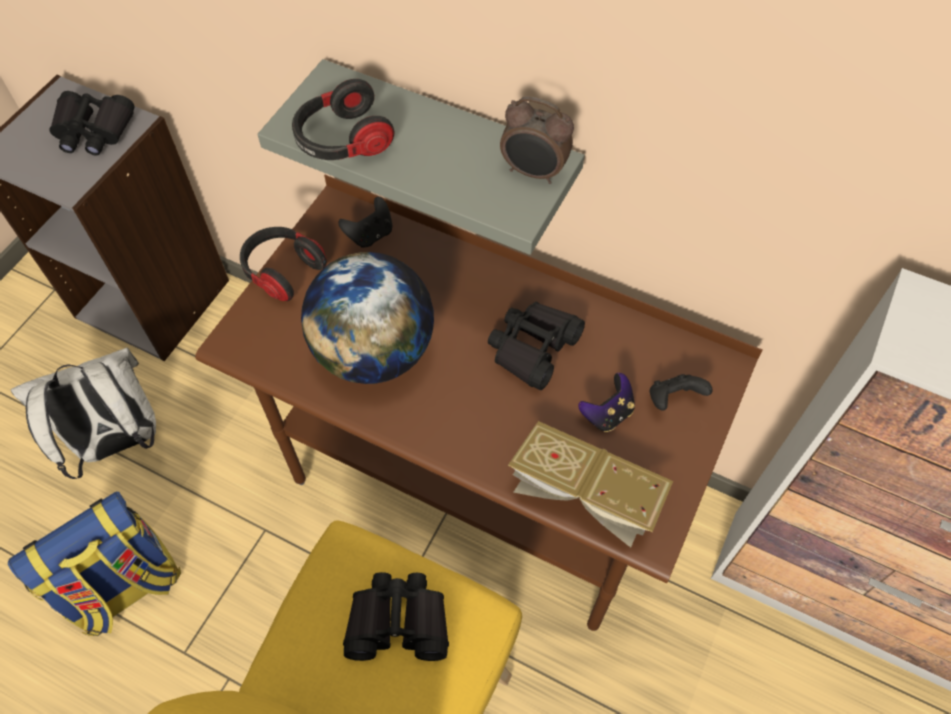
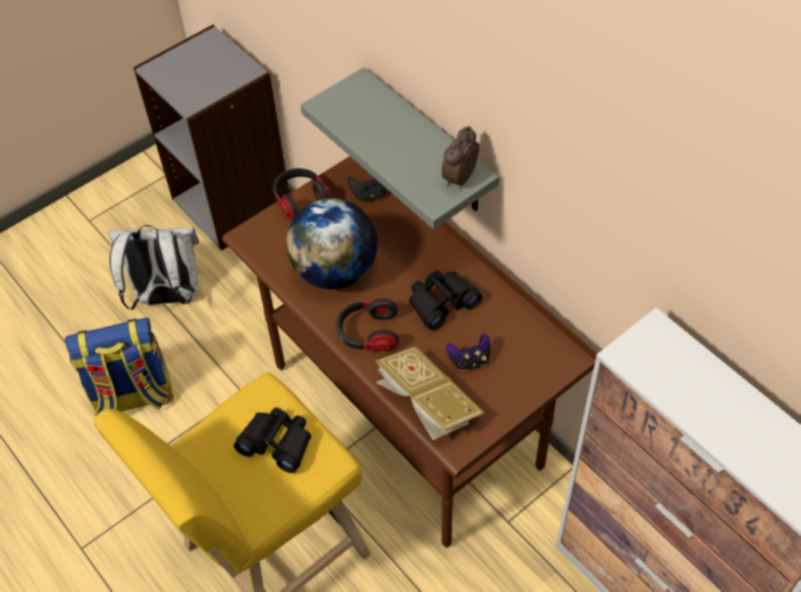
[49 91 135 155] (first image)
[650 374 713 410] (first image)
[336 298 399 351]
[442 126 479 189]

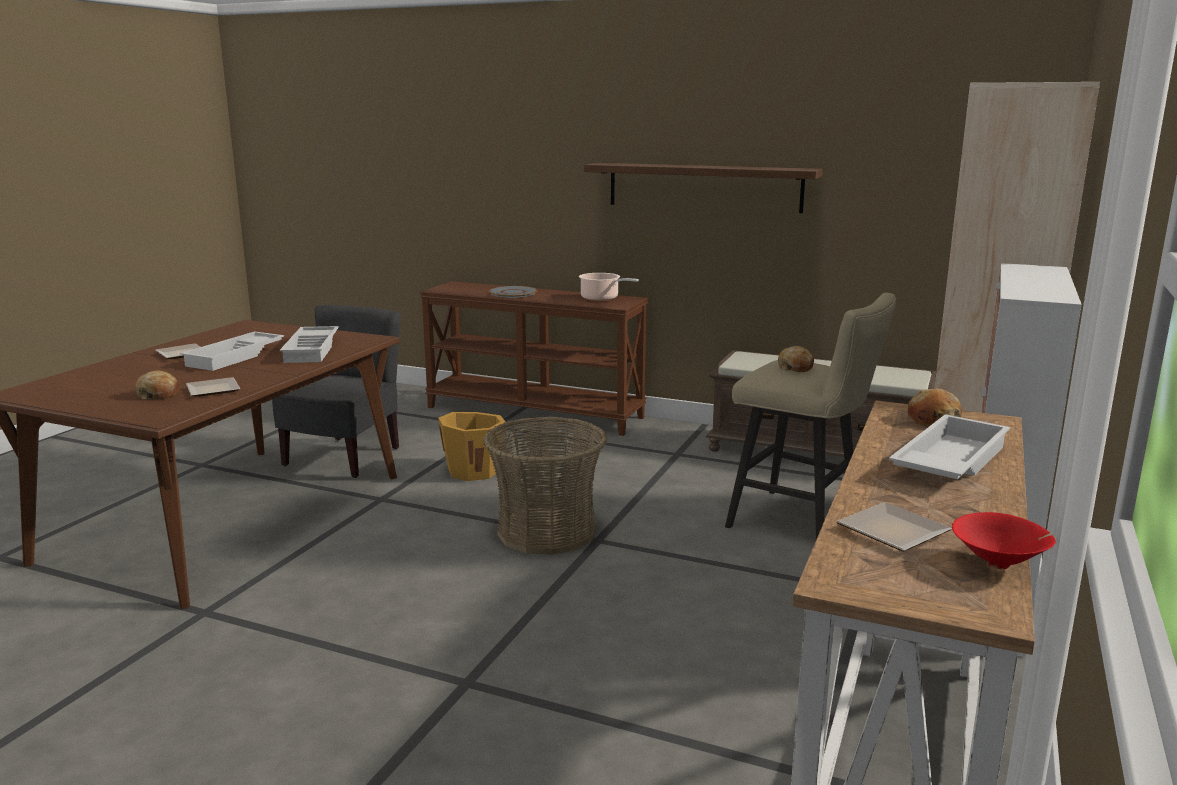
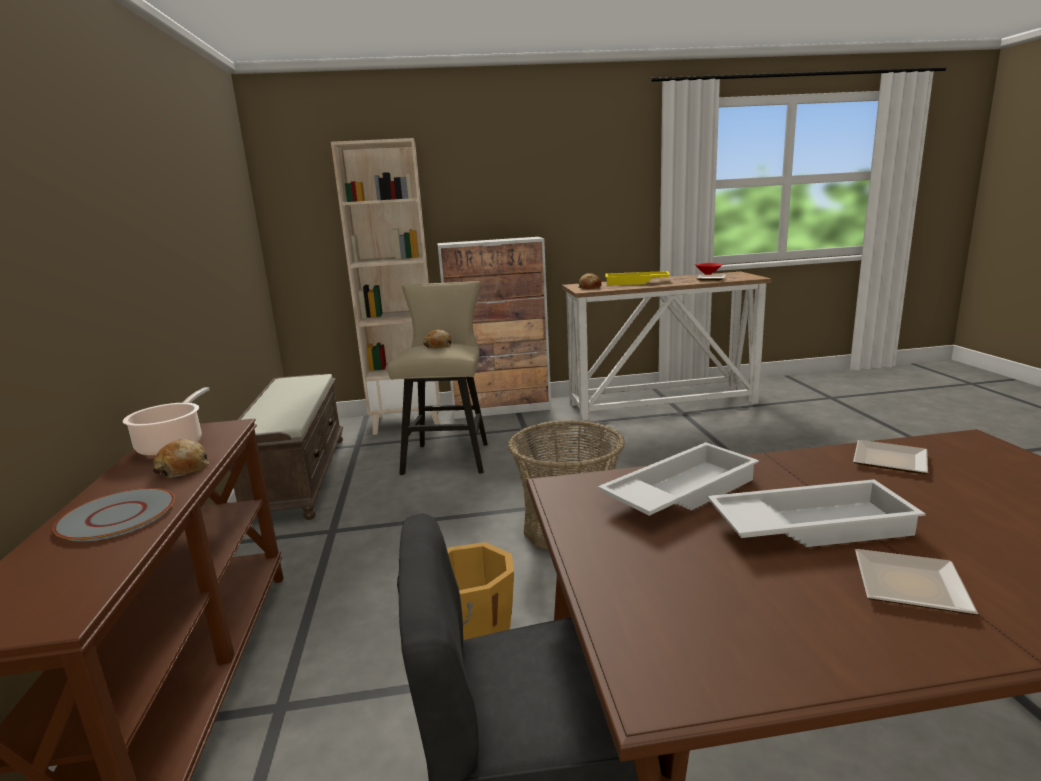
[584 163 823 213] (first image)
[153 439 209 477]
[606 271 671 286]

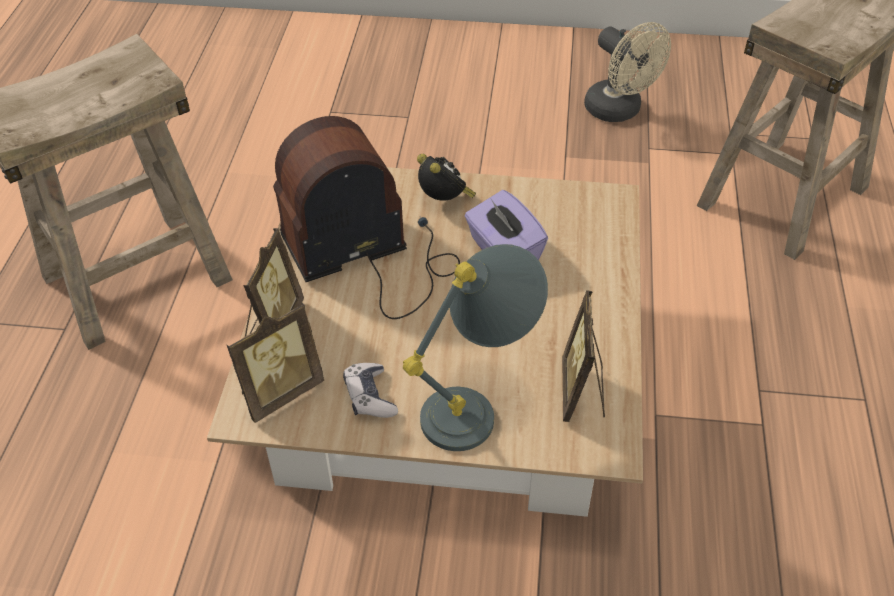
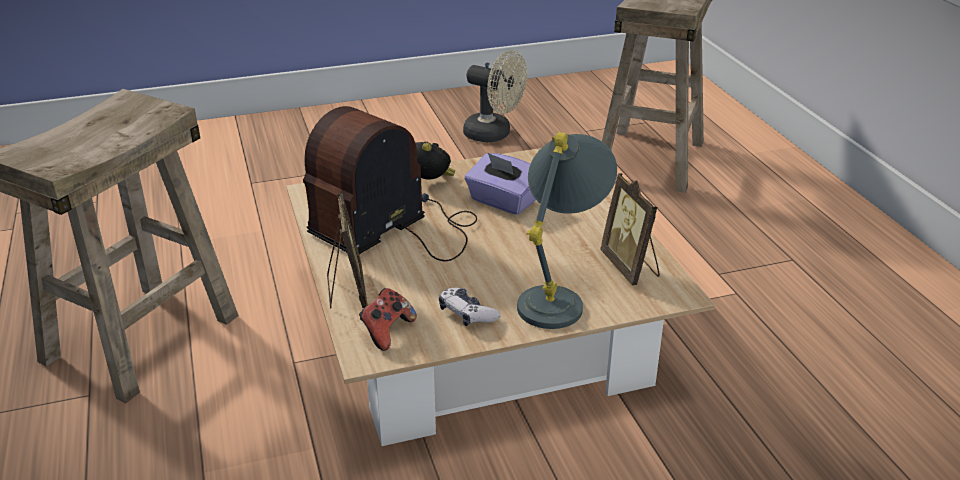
[359 288 417 351]

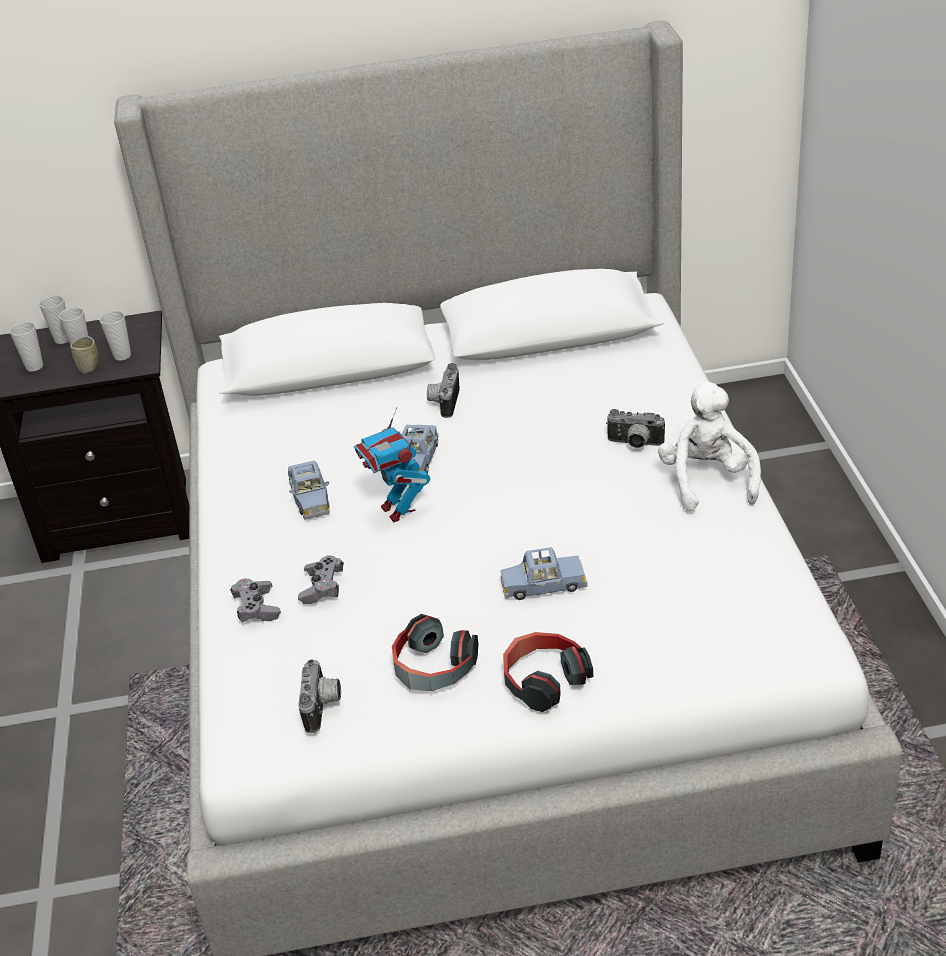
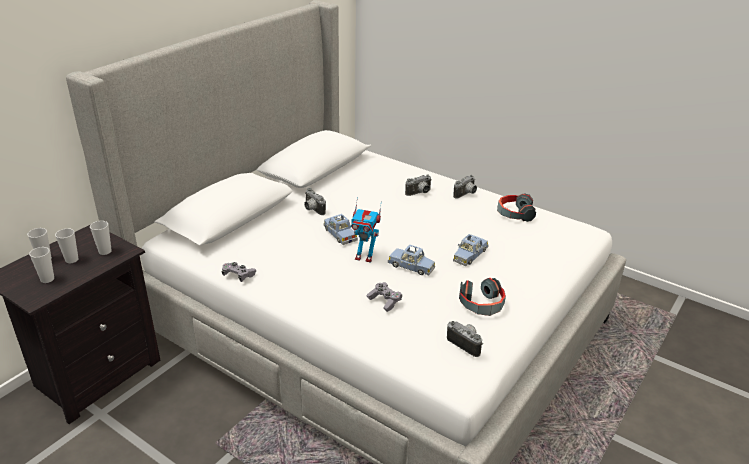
[70 336 100 374] (first image)
[221 262 256 282]
[388 245 435 275]
[497 193 536 222]
[453 175 477 198]

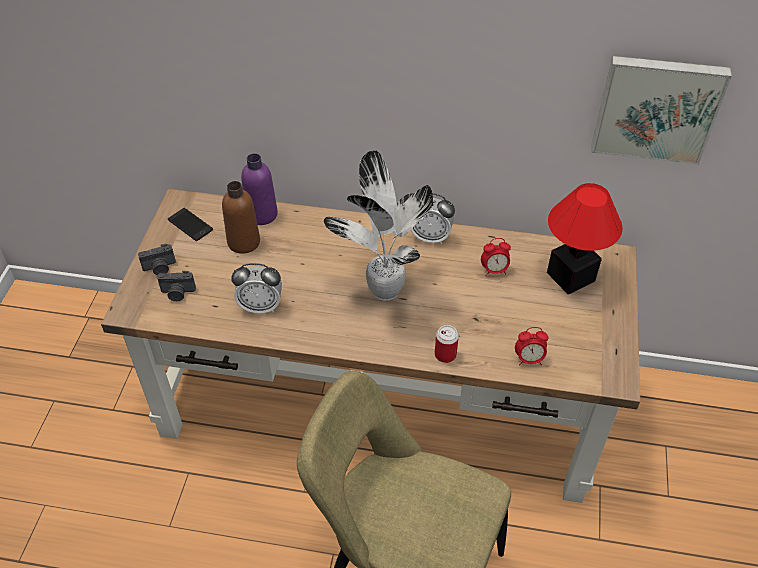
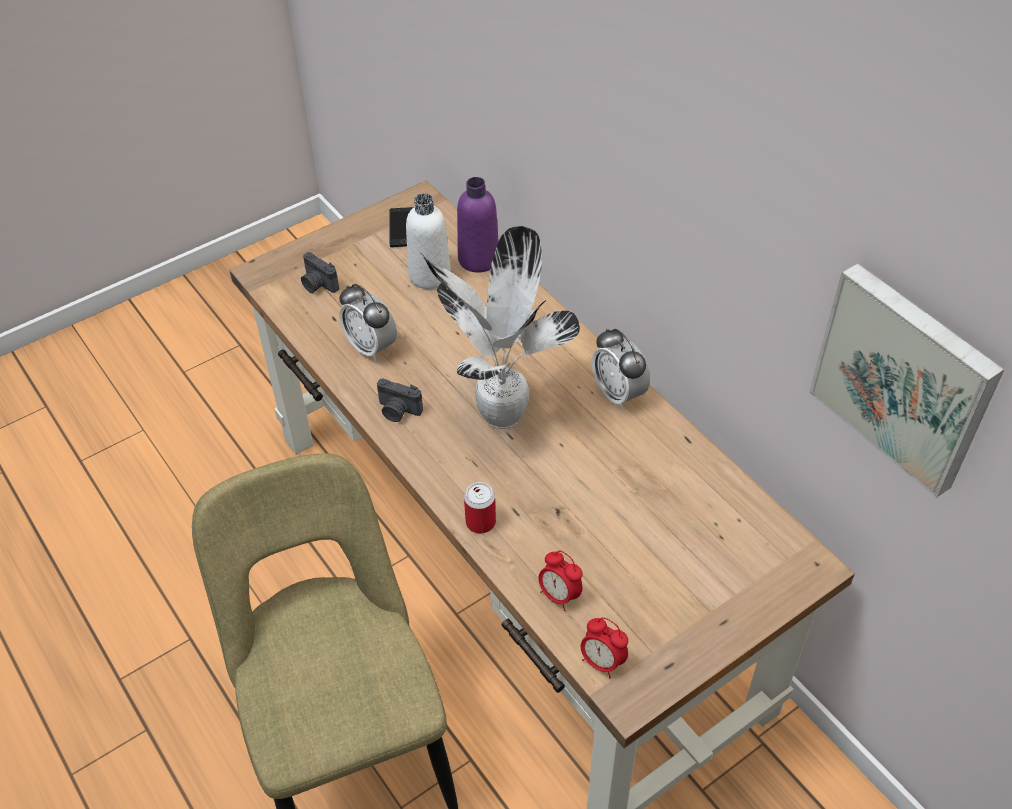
[547 183 623 294] (first image)
[377 378 423 422]
[581 617 628 678]
[406 193 451 289]

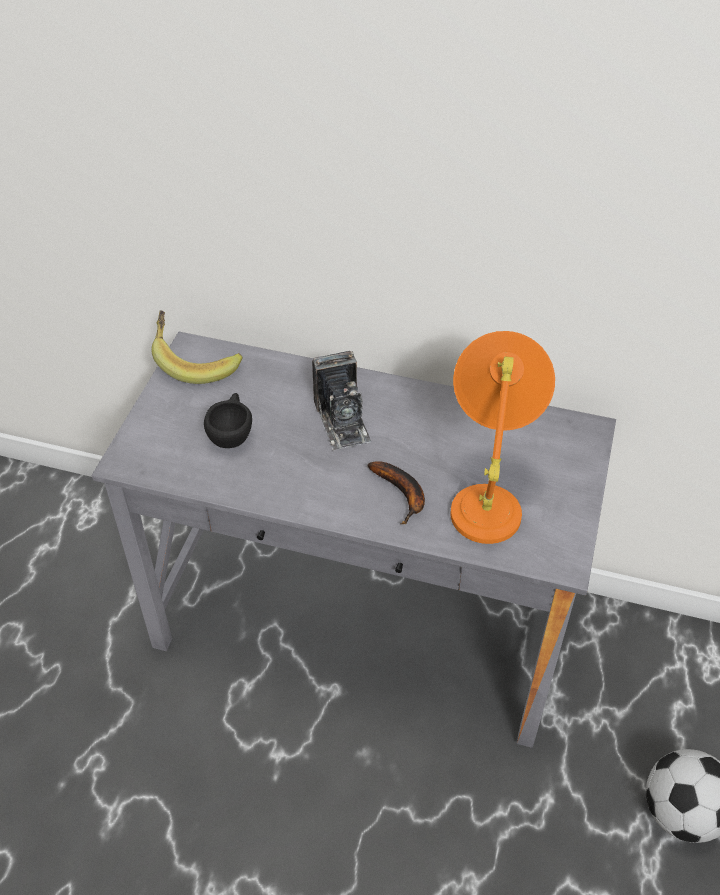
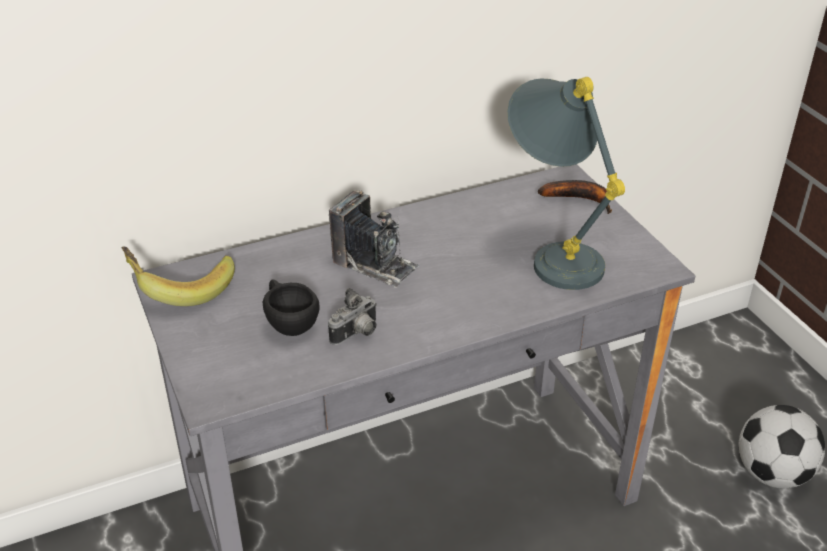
[328 288 377 345]
[538 180 612 214]
[507 77 625 290]

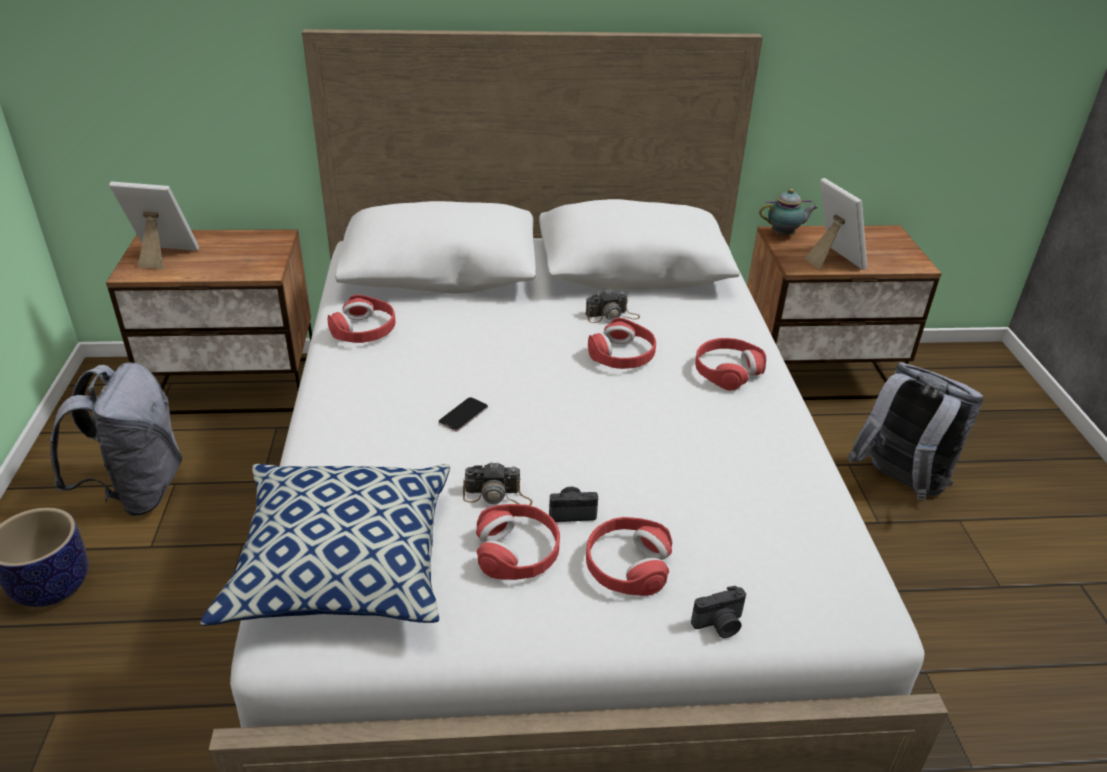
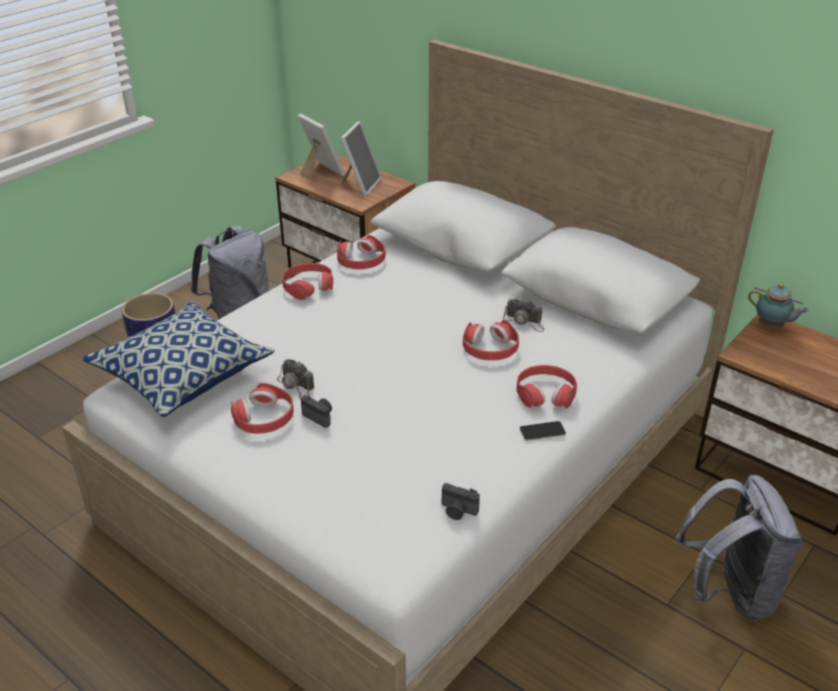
[520 421 566 441]
[282 263 333 300]
[442 483 480 520]
[339 121 382 196]

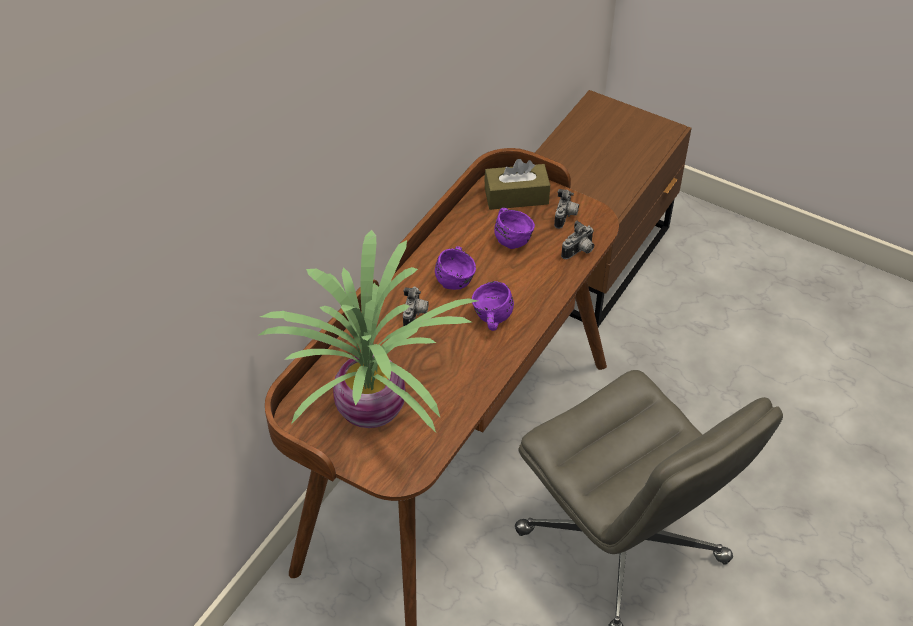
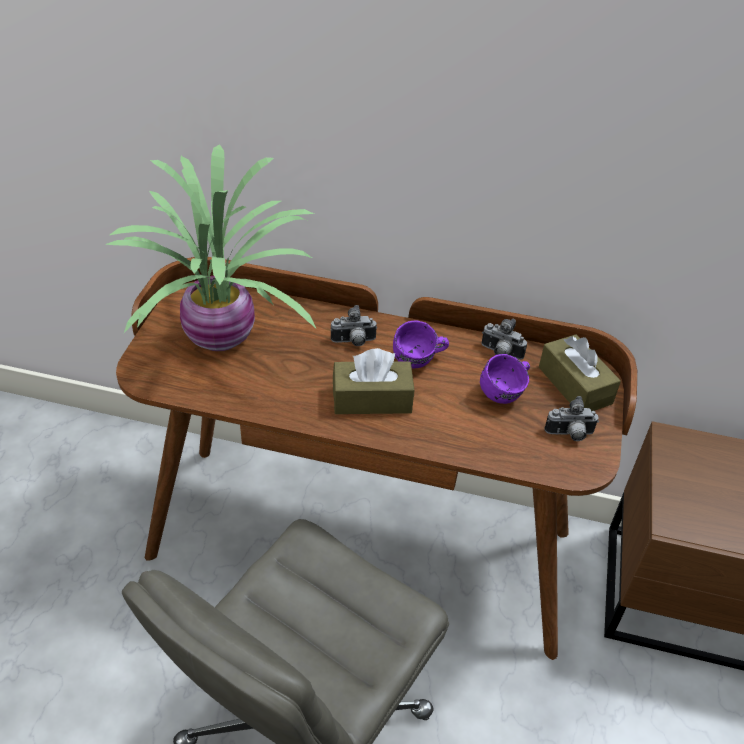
[482 319 527 360]
[333 348 414 414]

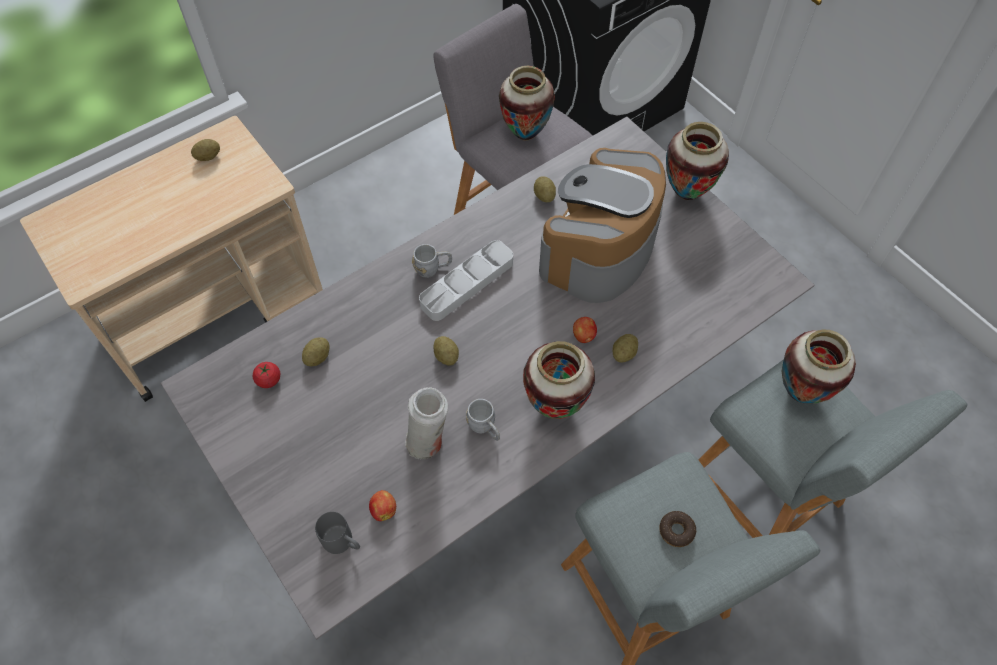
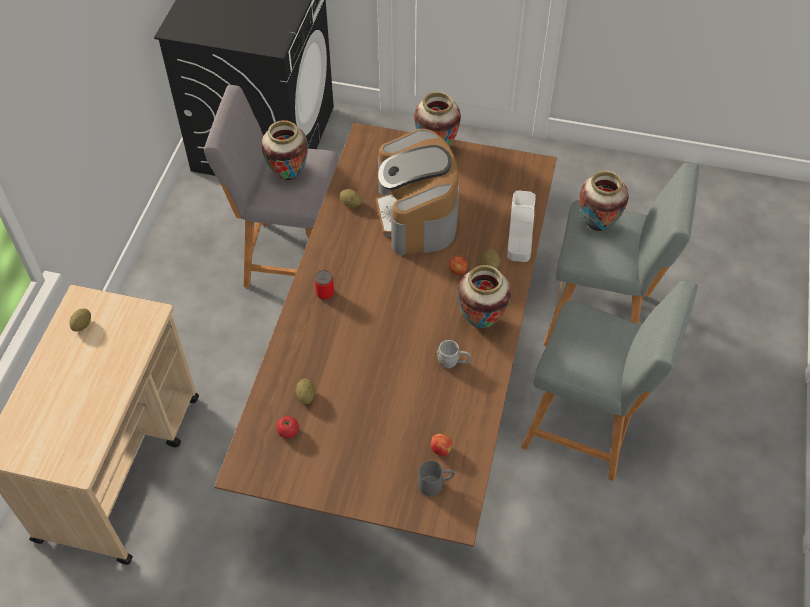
[405 387 448 459] (first image)
[434 336 459 365] (first image)
[659 511 696 547] (first image)
[507 190 536 262]
[314 270 334 300]
[214 123 557 547]

